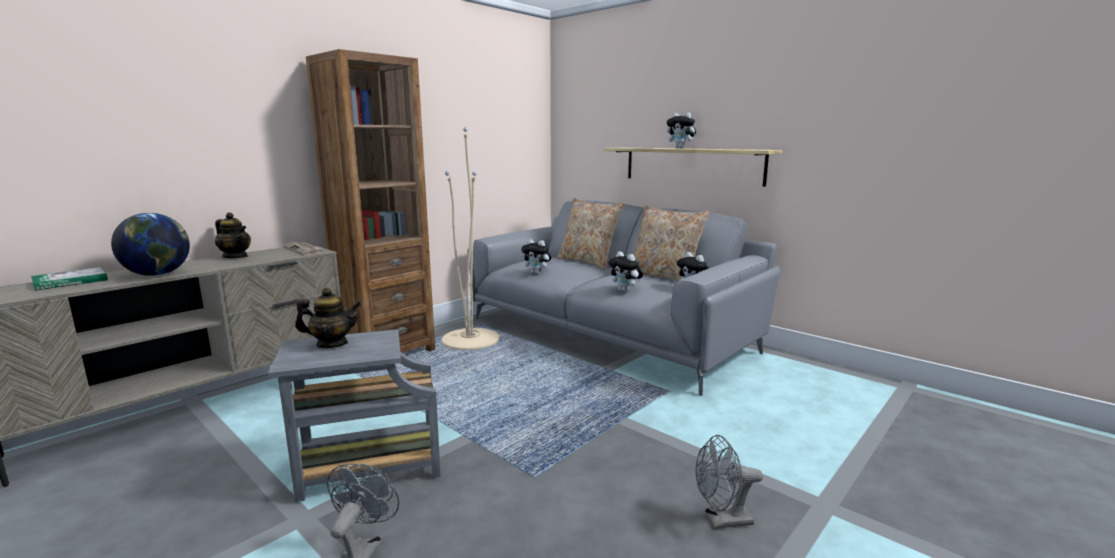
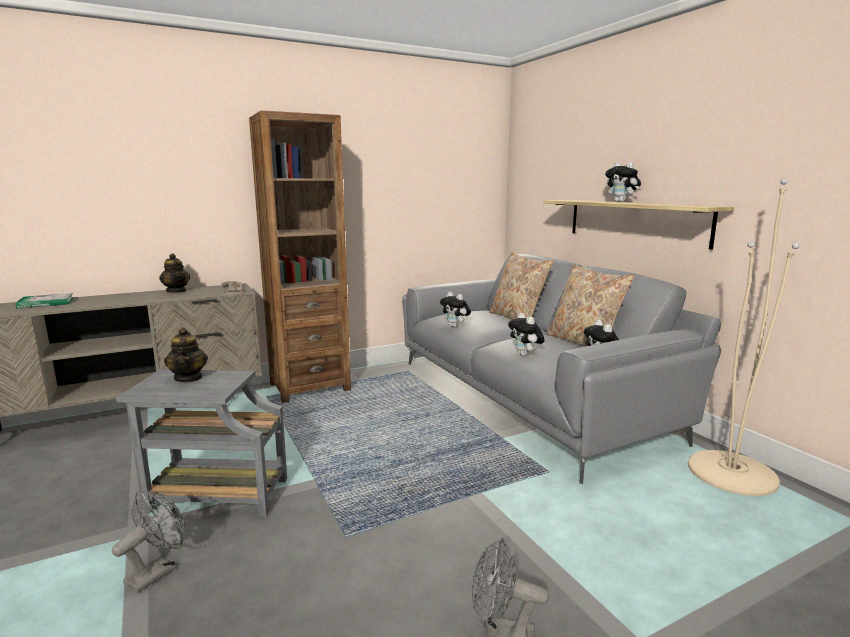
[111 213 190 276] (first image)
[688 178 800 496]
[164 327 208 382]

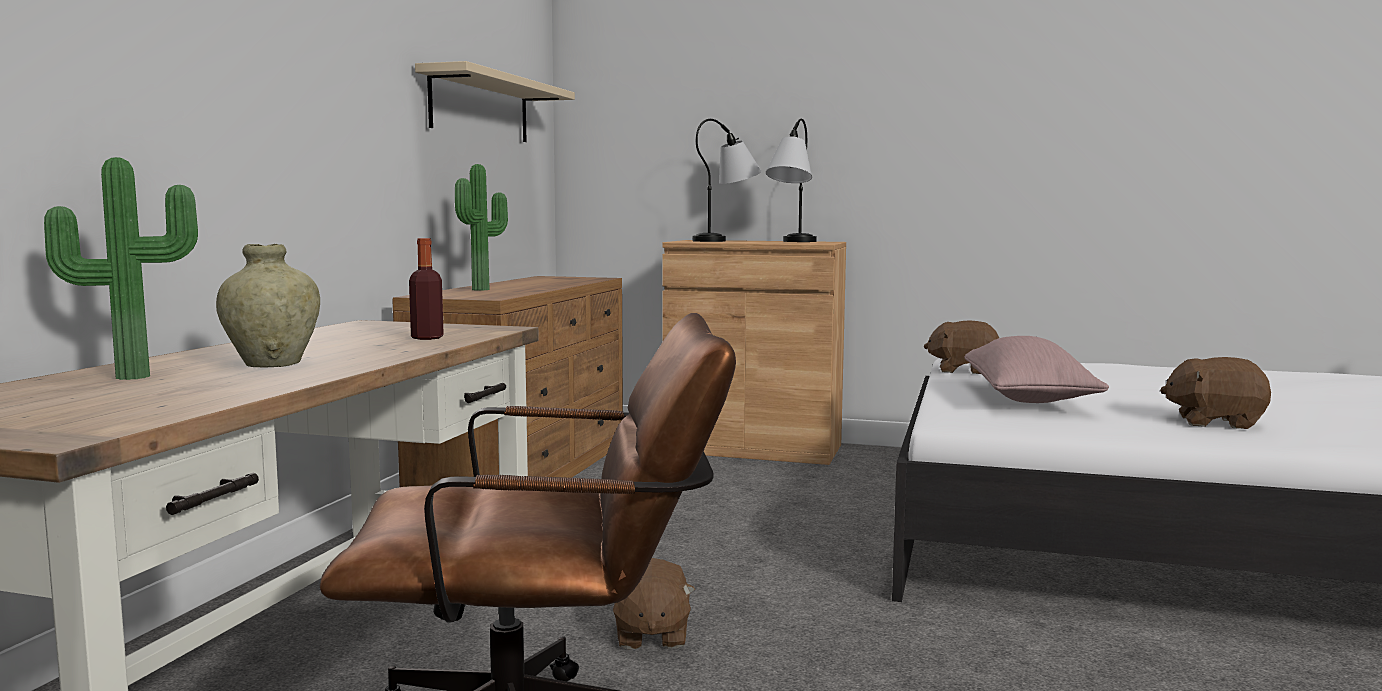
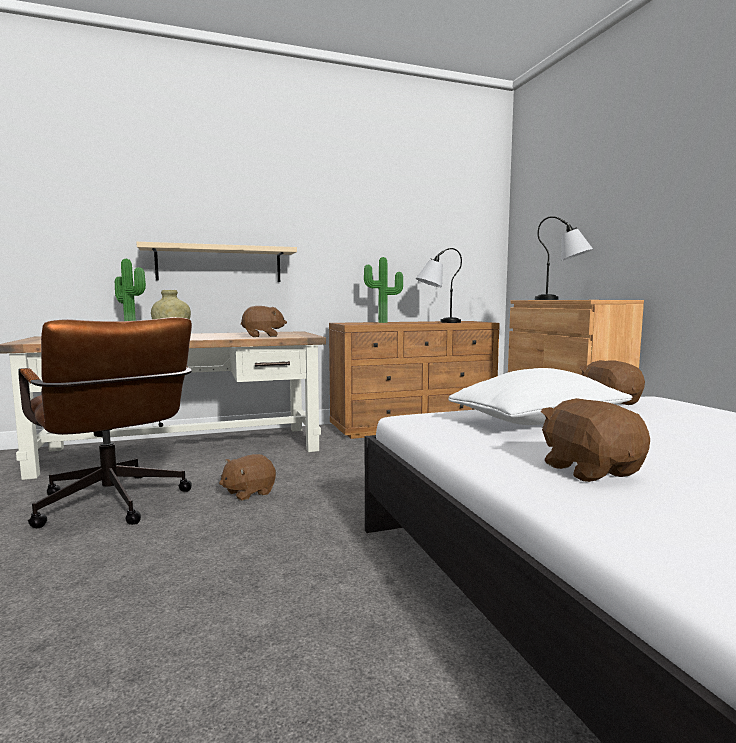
[136 242 297 282]
[416 248 462 323]
[241 306 287 337]
[448 368 633 425]

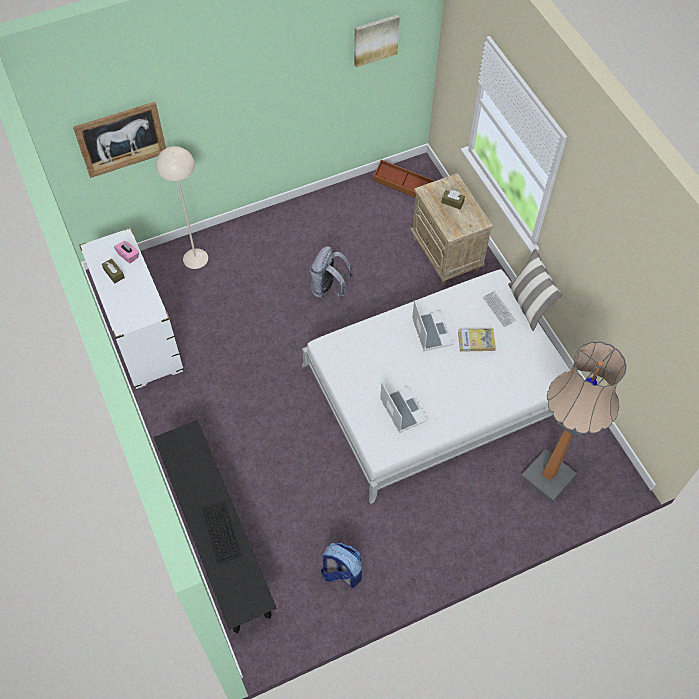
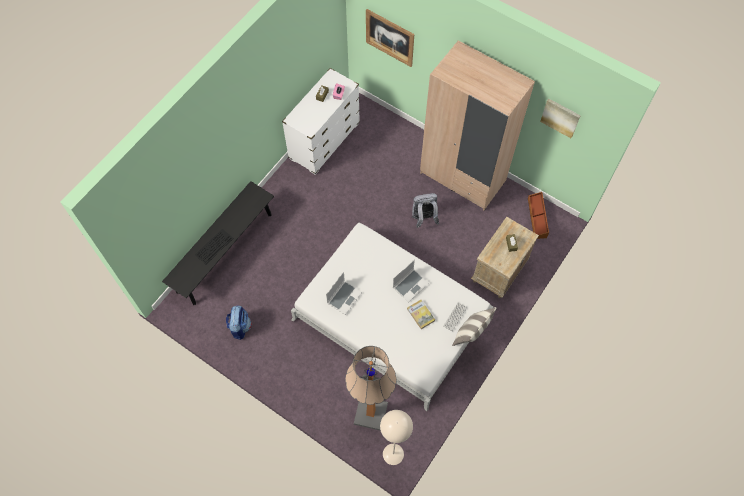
[420 40 535 211]
[380 410 413 465]

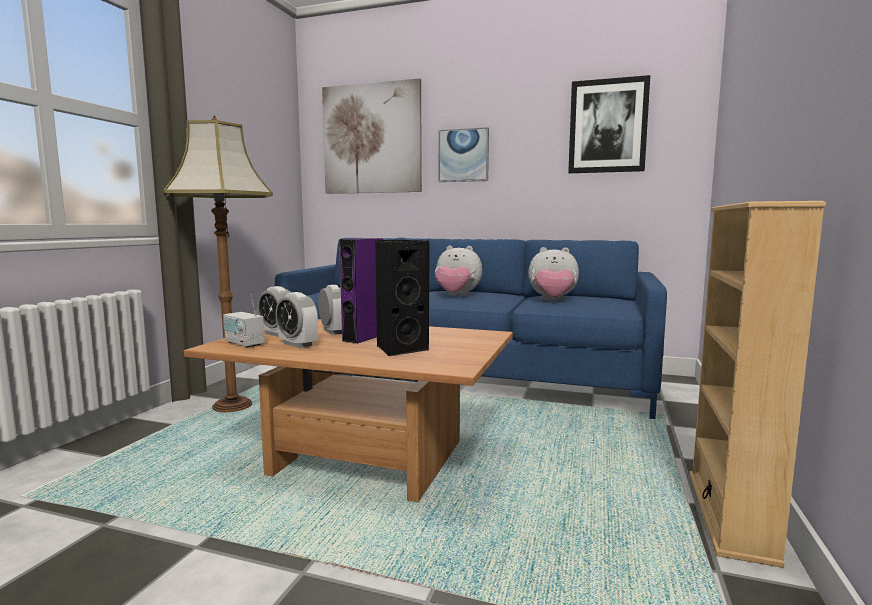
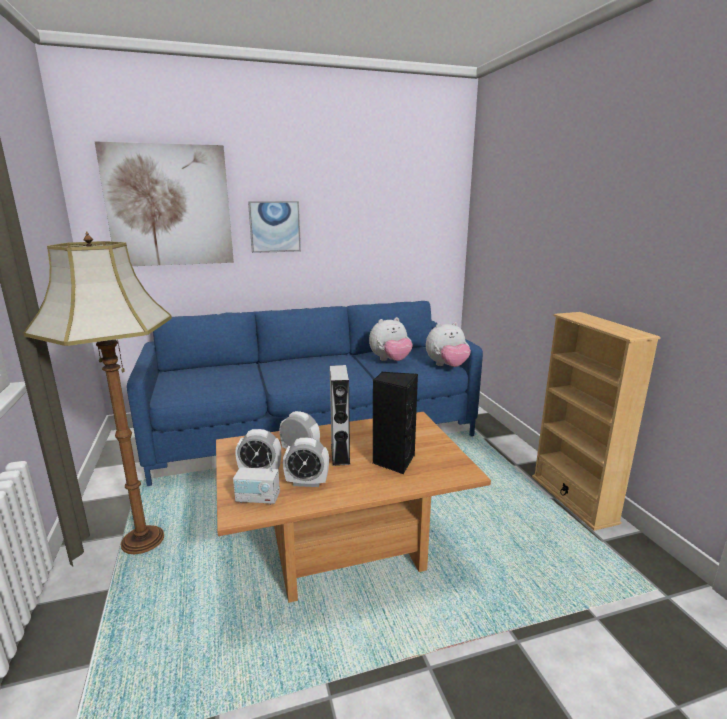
[568 75 650 173] (first image)
[426 322 471 367]
[330 365 350 466]

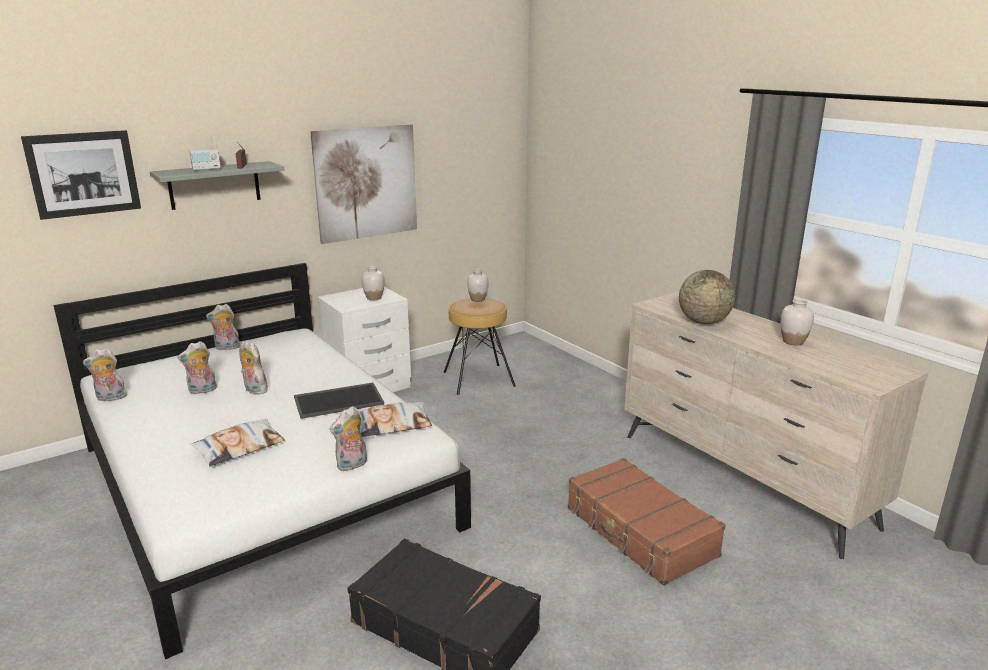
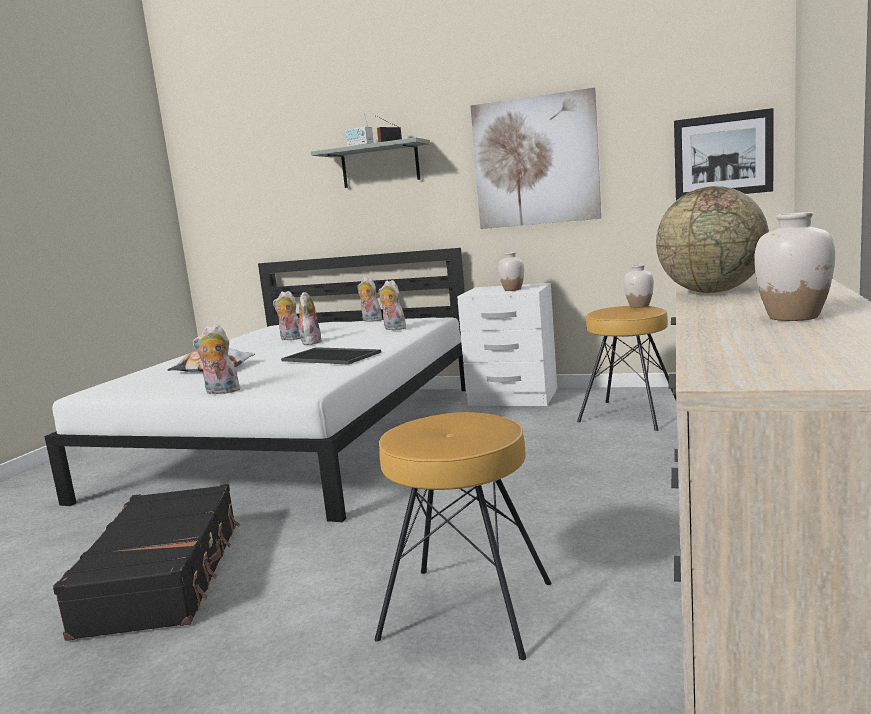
[359 402 432 437] (first image)
[674 108 774 200]
[378 280 406 330]
[374 412 551 660]

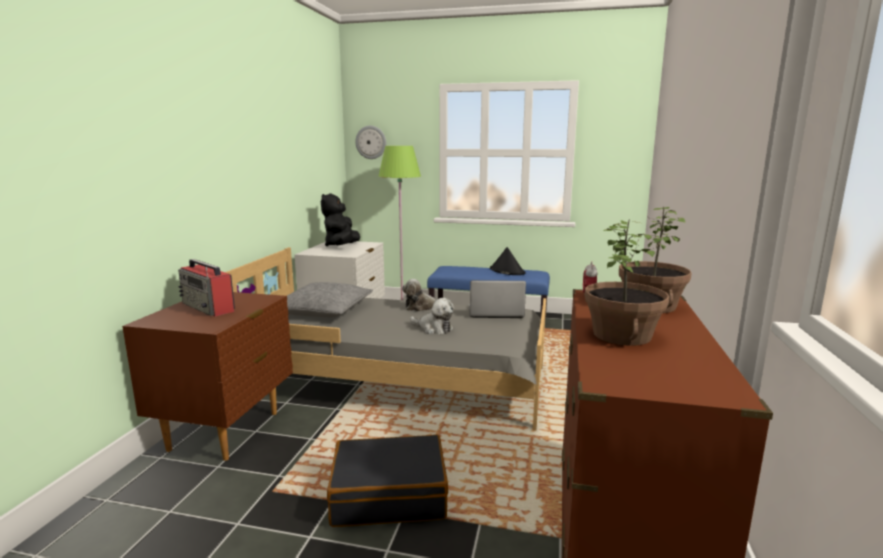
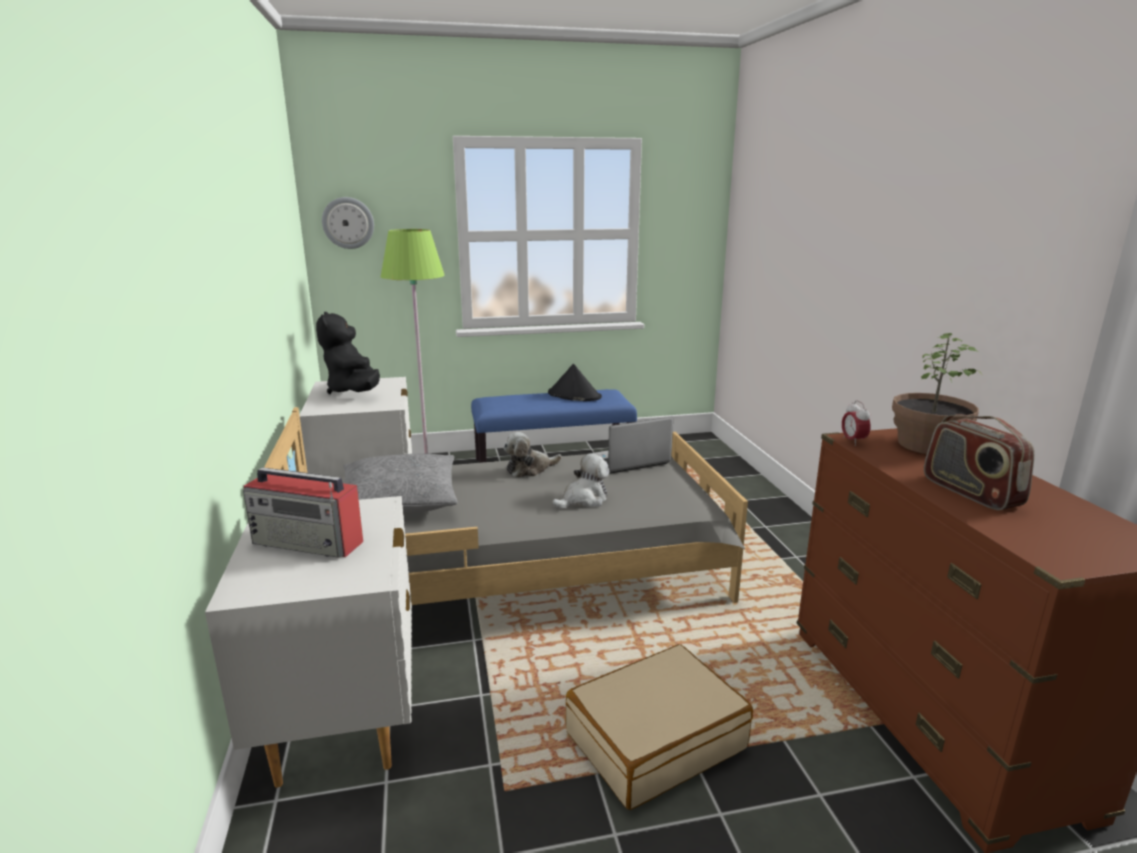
[924 414 1034 510]
[205 496 412 788]
[566 644 753 810]
[552 454 609 509]

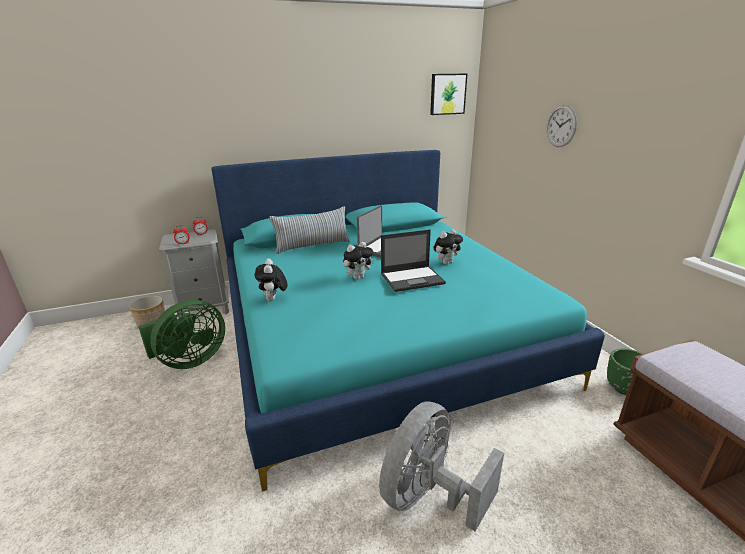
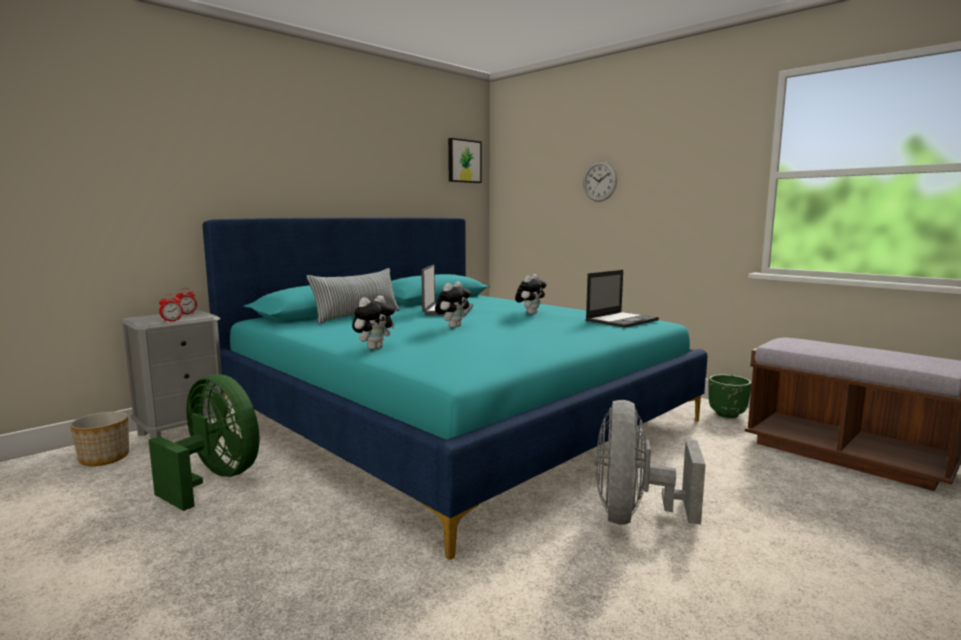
[585 270 659 328]
[148 374 259 511]
[352 296 395 350]

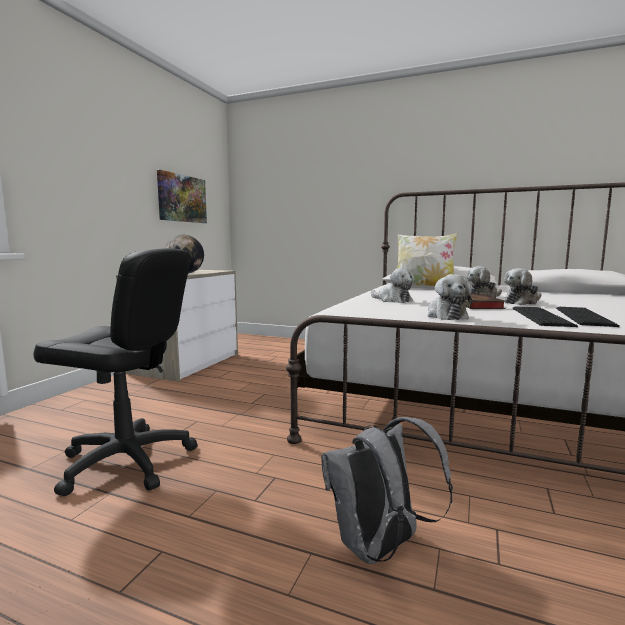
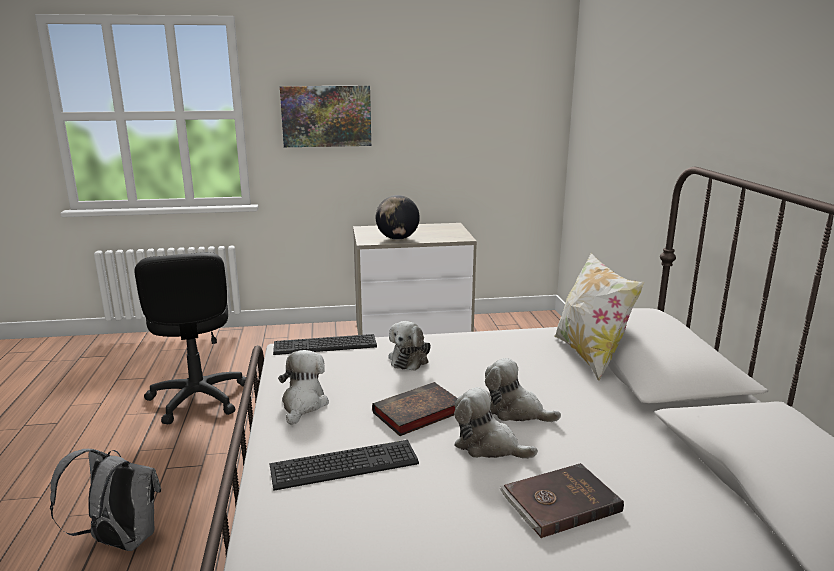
[500 463 624 538]
[280 86 371 147]
[273 334 377 355]
[278 350 329 425]

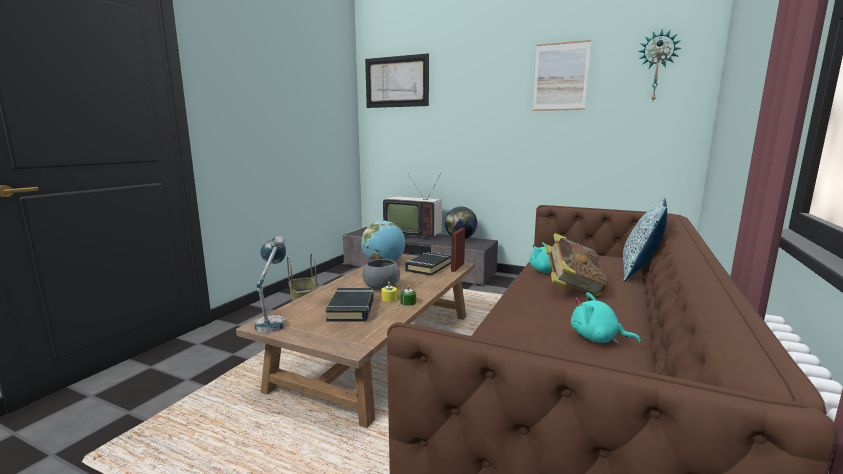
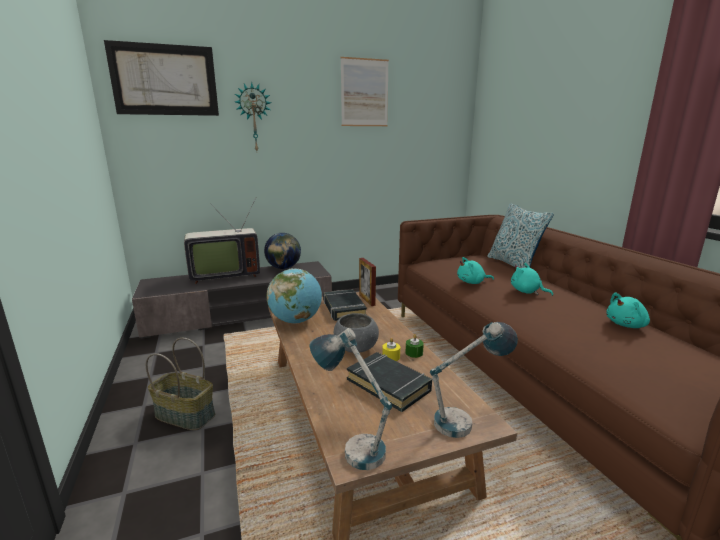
[430 322 518 438]
[235 82 271 151]
[511 263 553 296]

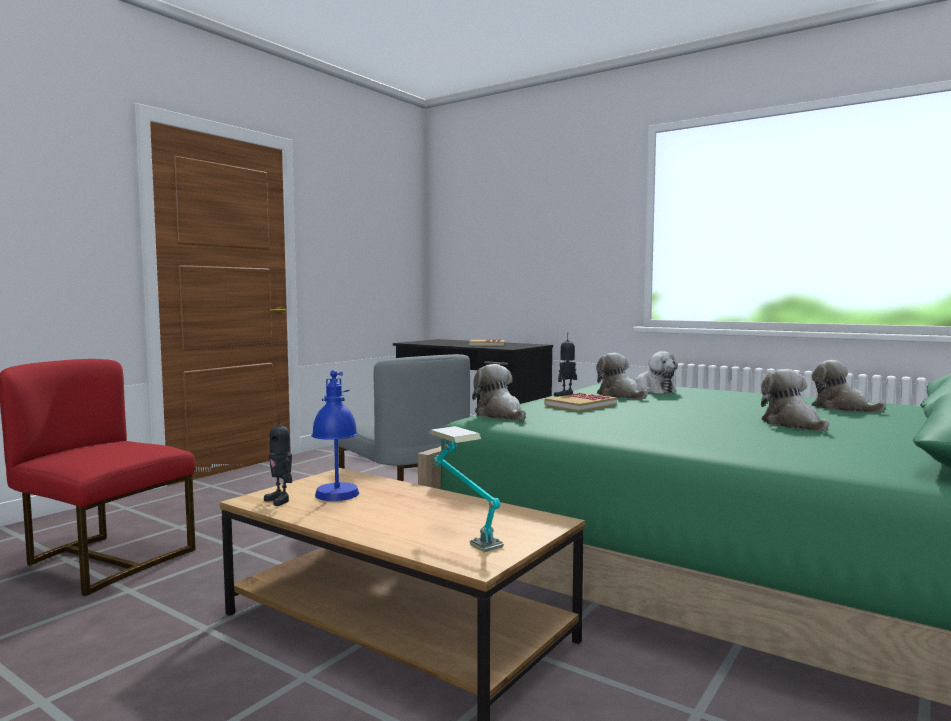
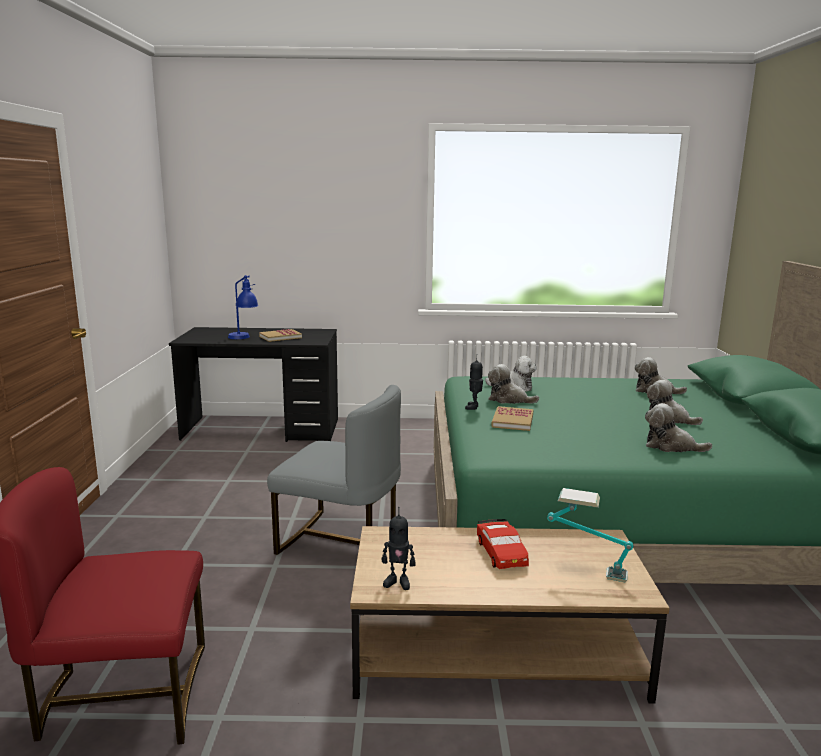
[477 519 529 569]
[228 275 258 339]
[645 403 712 452]

